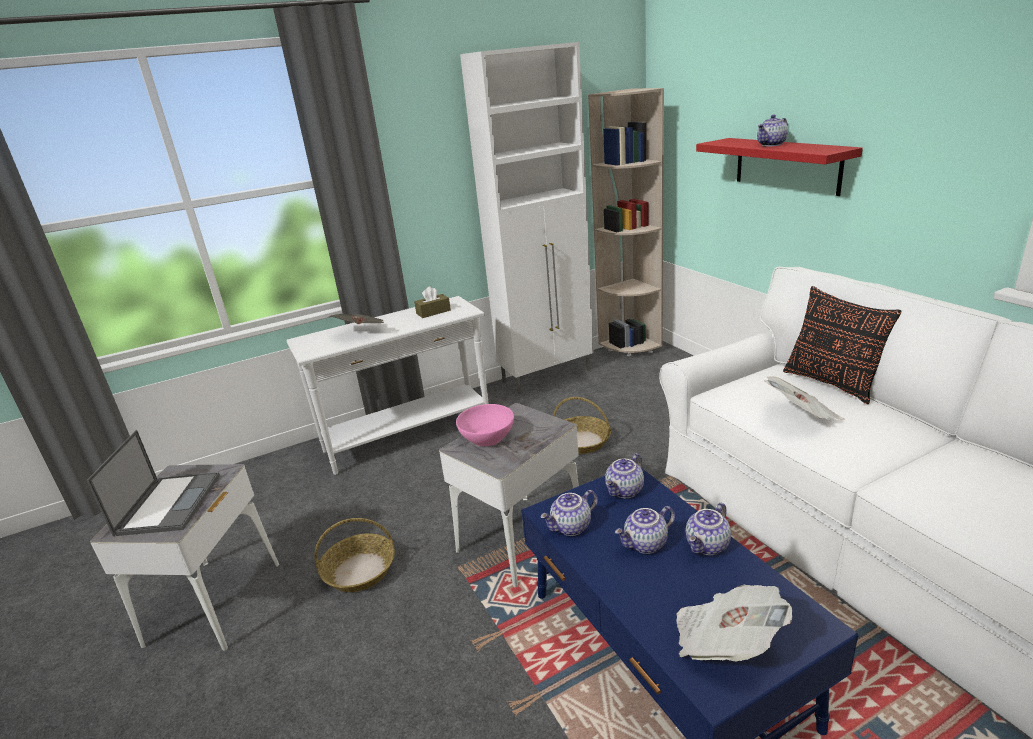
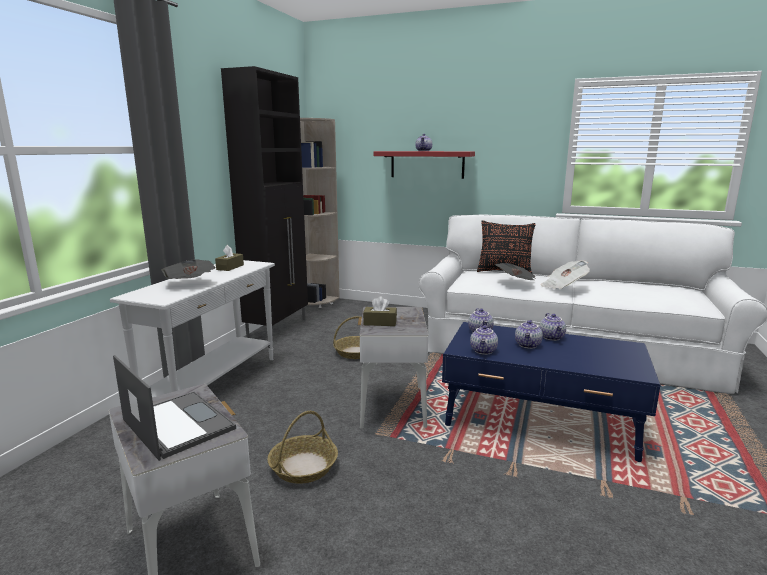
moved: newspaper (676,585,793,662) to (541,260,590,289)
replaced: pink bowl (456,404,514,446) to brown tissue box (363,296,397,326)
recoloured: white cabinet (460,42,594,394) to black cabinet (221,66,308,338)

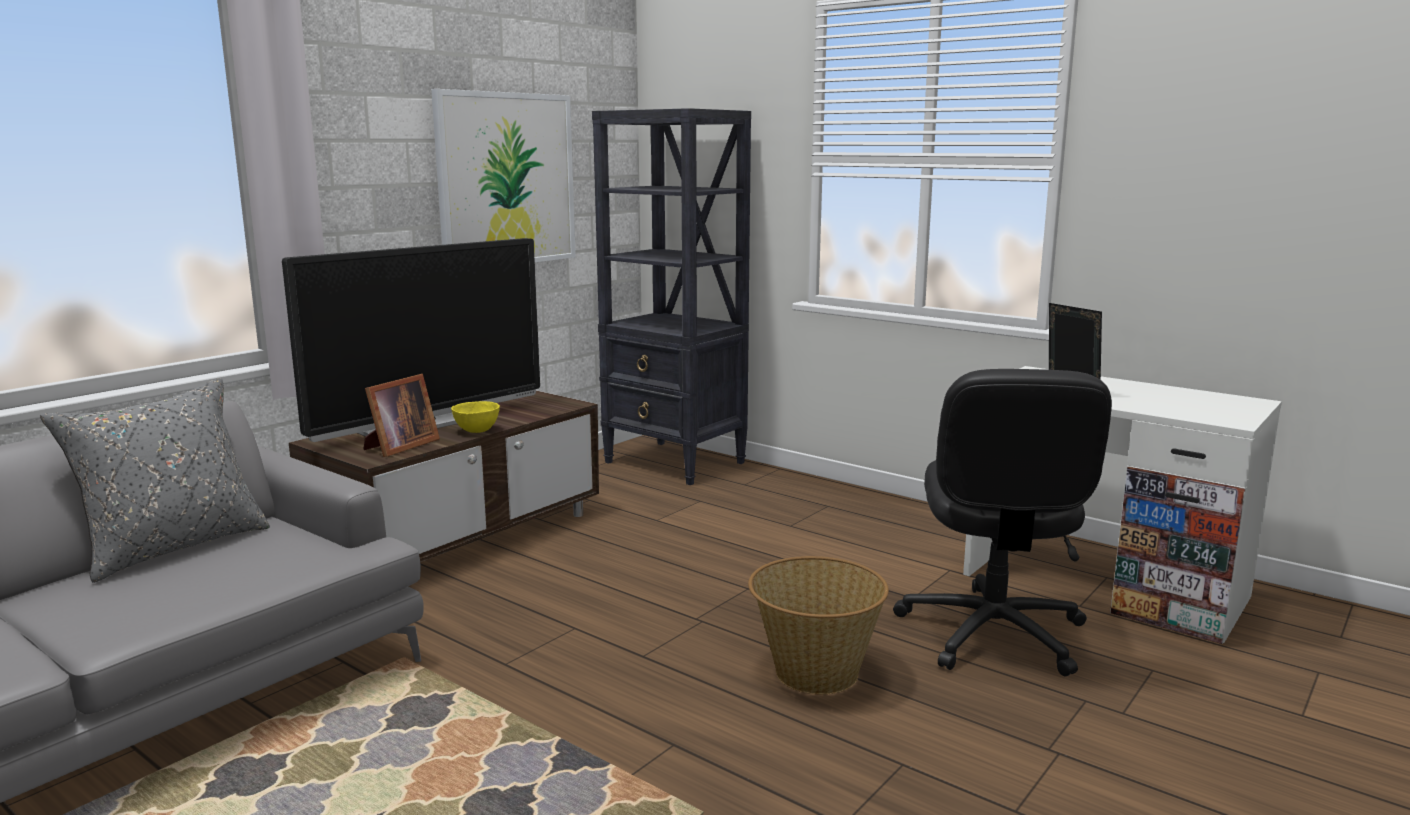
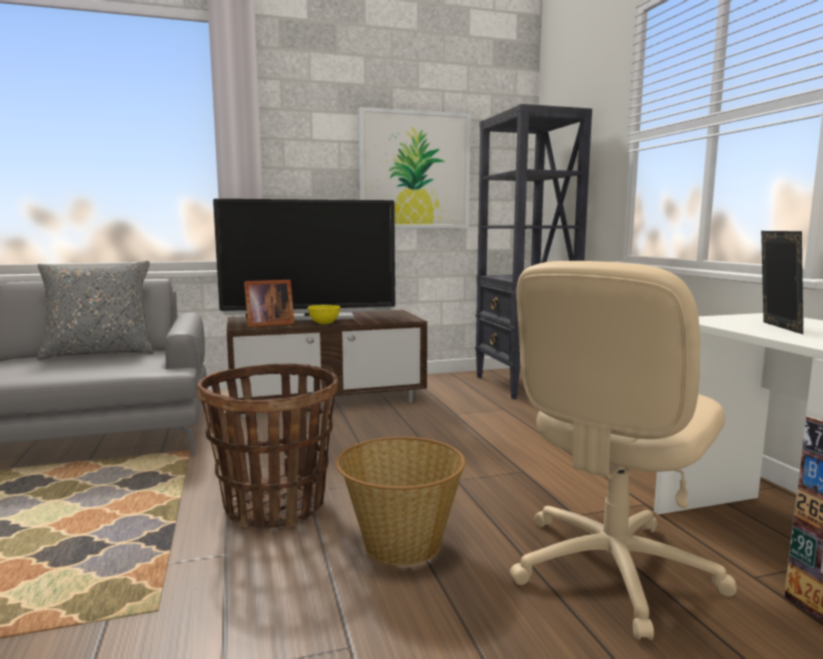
added: basket (197,364,338,529)
recoloured: black office chair (893,369,1112,676) to beige office chair (510,261,737,640)

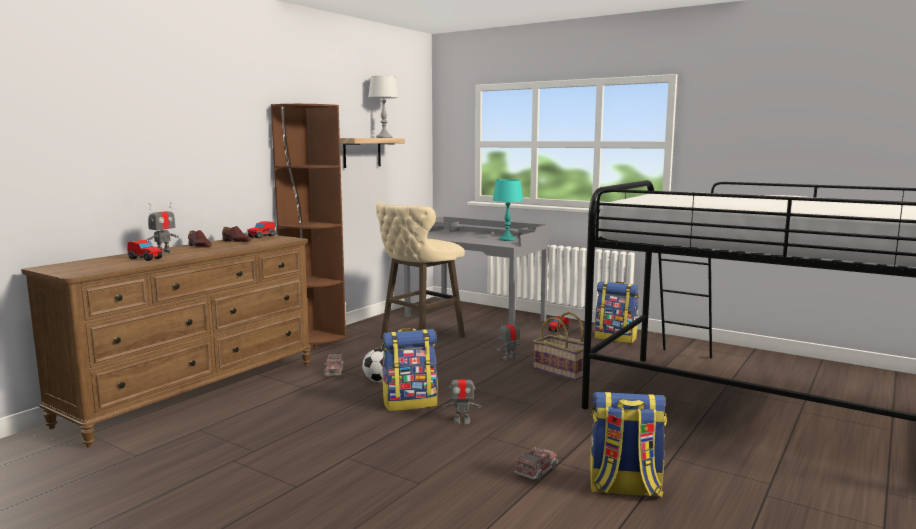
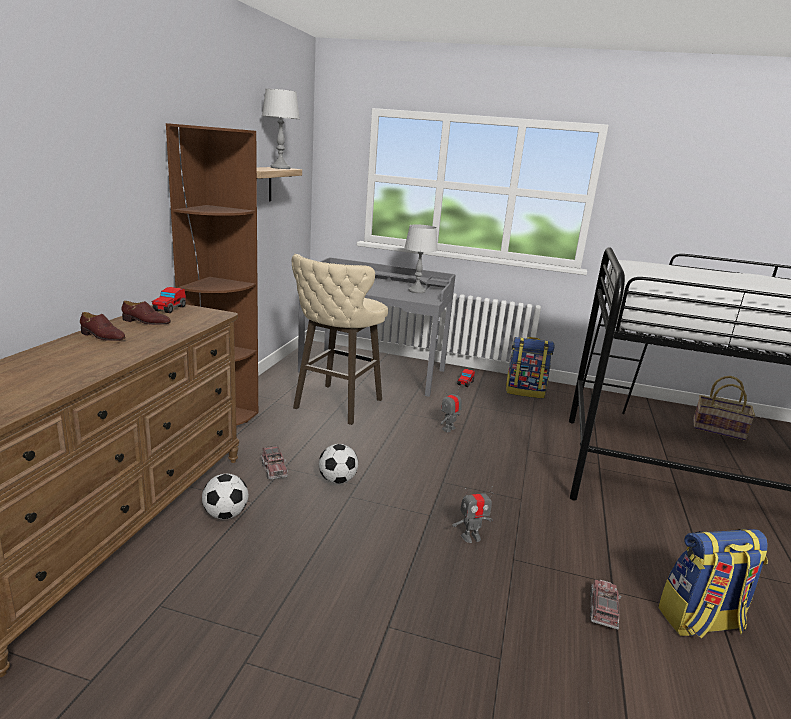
removed: toy car (127,240,162,261); toy robot (146,203,179,254); backpack (381,328,438,411)
added: football (202,474,248,519)
moved: basket (534,312,592,381) to (693,376,755,441)
recoloured: turquoise table lamp (493,179,523,241) to grey table lamp (404,224,438,293)

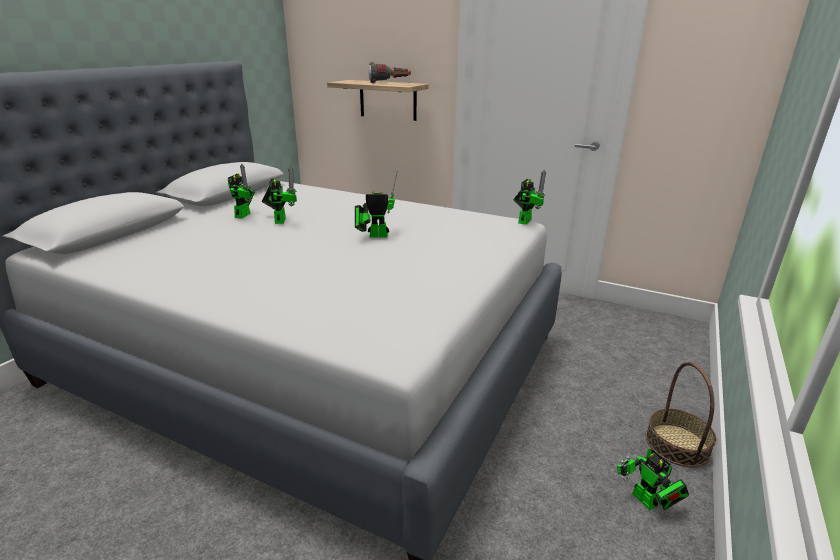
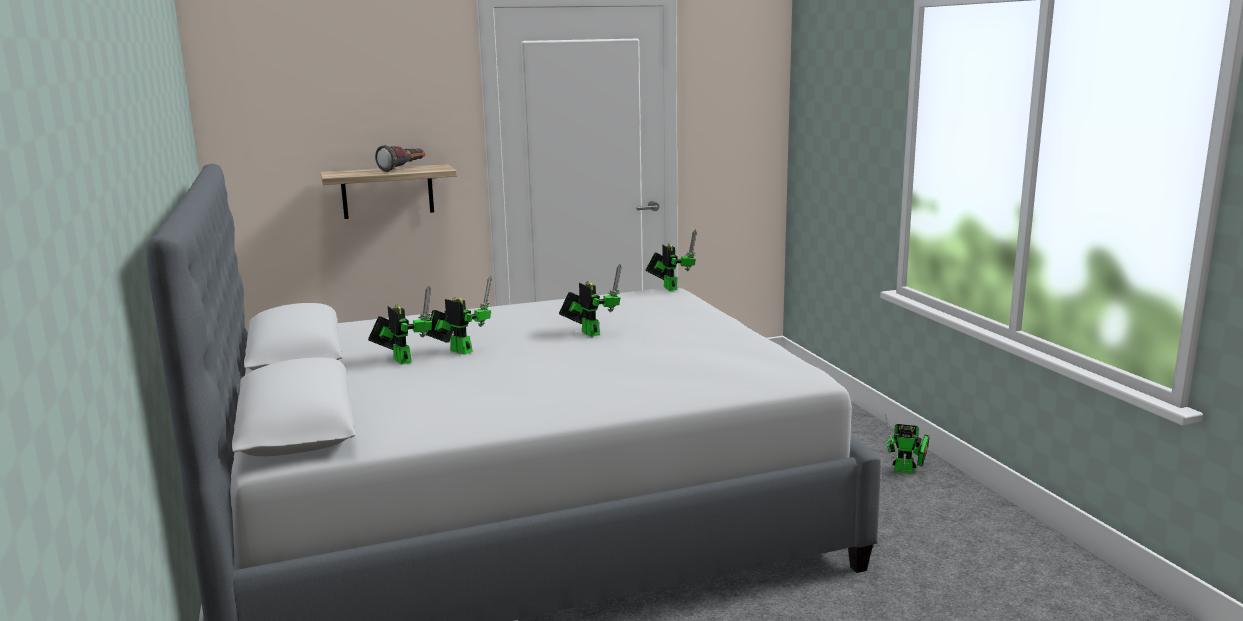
removed: basket (646,362,716,467)
turned: toy robot (355,169,398,238) = (559,264,622,337) 105 degrees clockwise

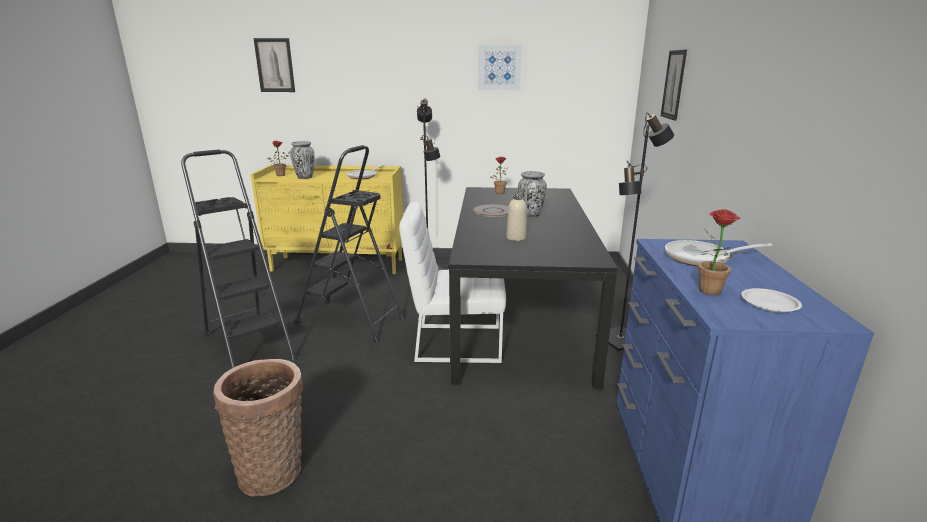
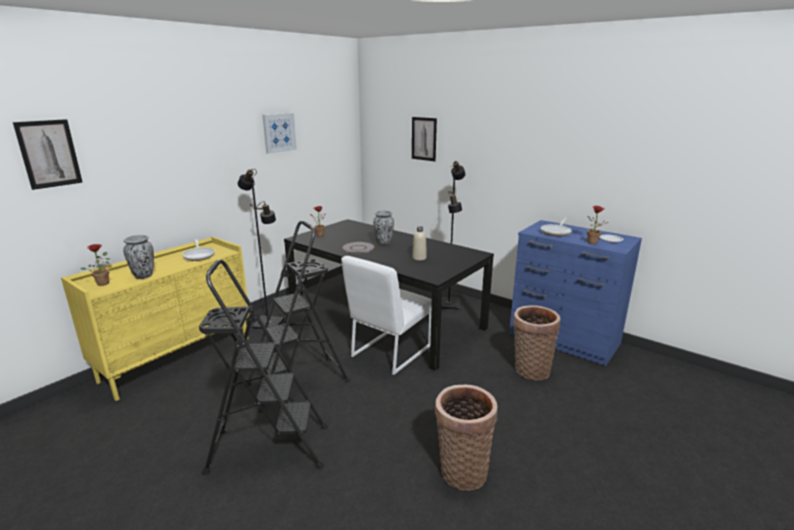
added: basket (513,305,560,380)

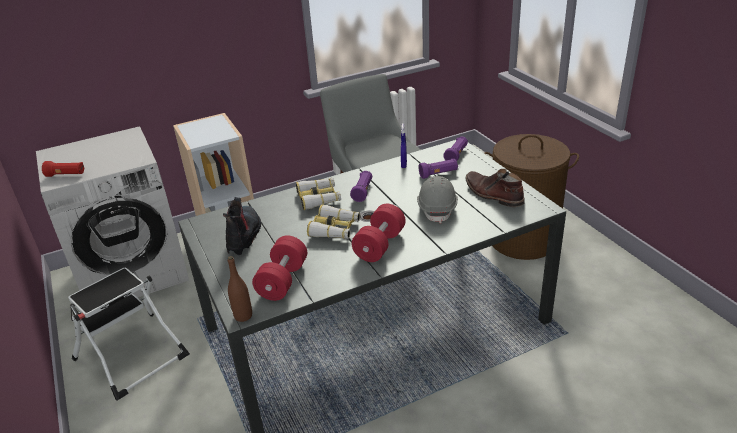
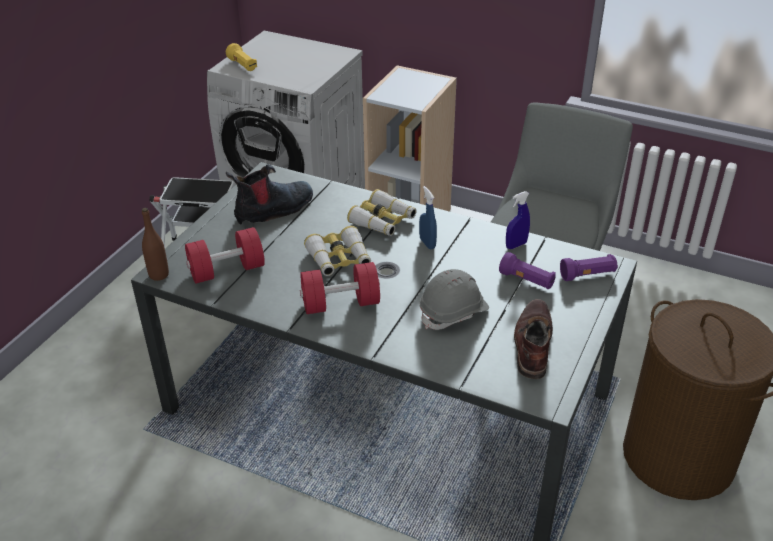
replaced: purple flashlight (350,171,372,202) to blue spray bottle (419,186,437,249)
recoloured: red flashlight (42,161,84,177) to yellow flashlight (226,43,257,71)

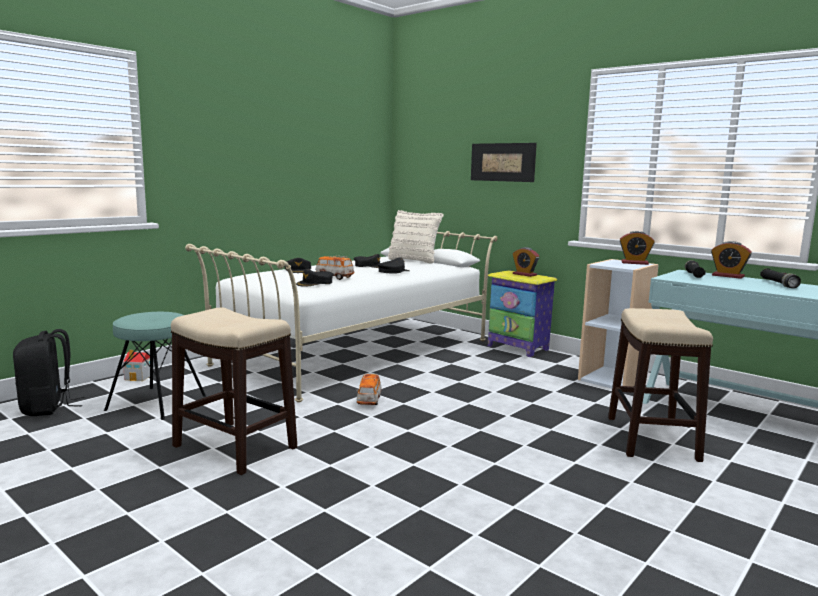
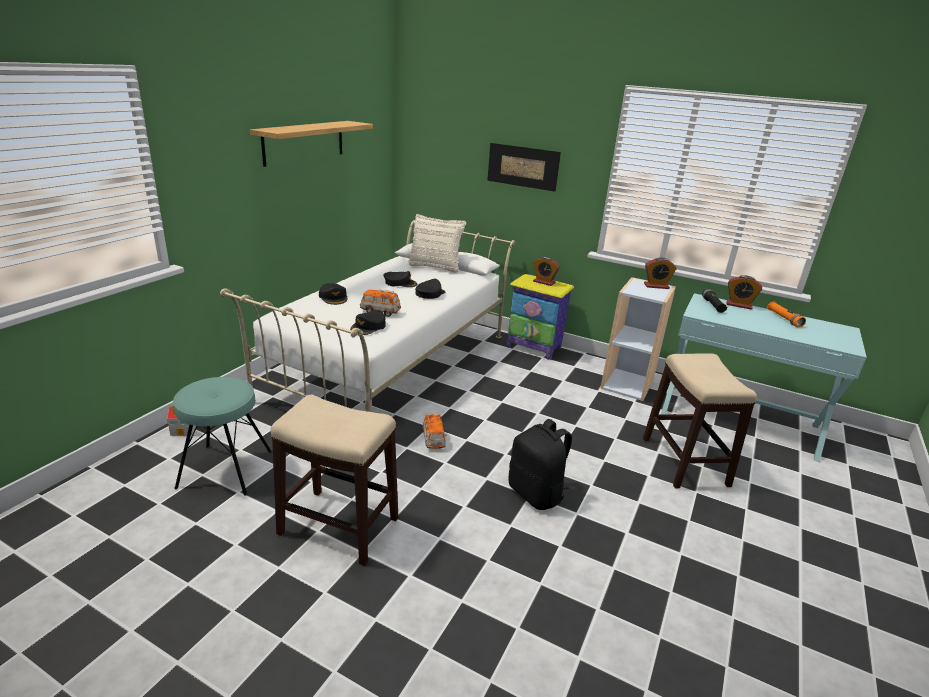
added: shelf (250,121,373,167)
moved: black backpack (13,329,85,416) to (509,419,572,510)
recoloured: black flashlight (760,268,801,288) to orange flashlight (767,301,806,328)

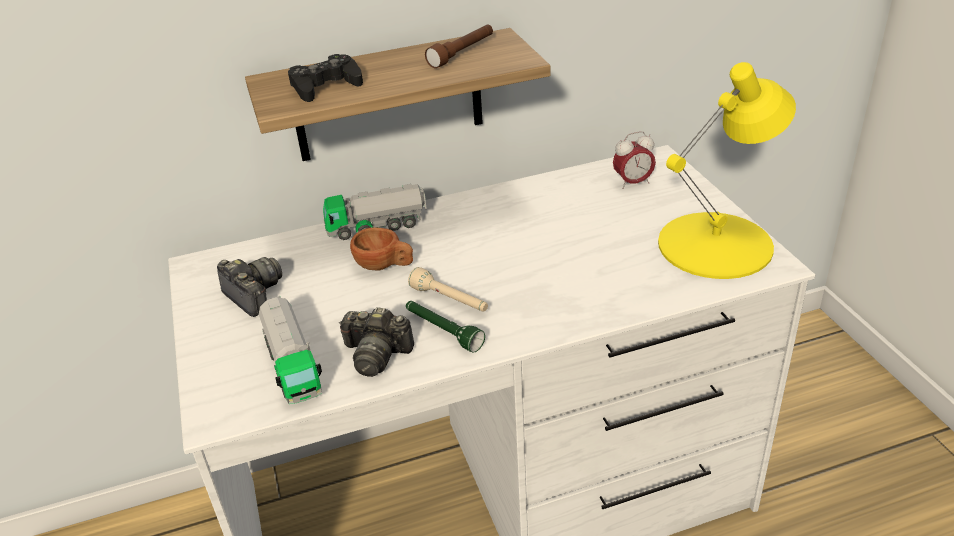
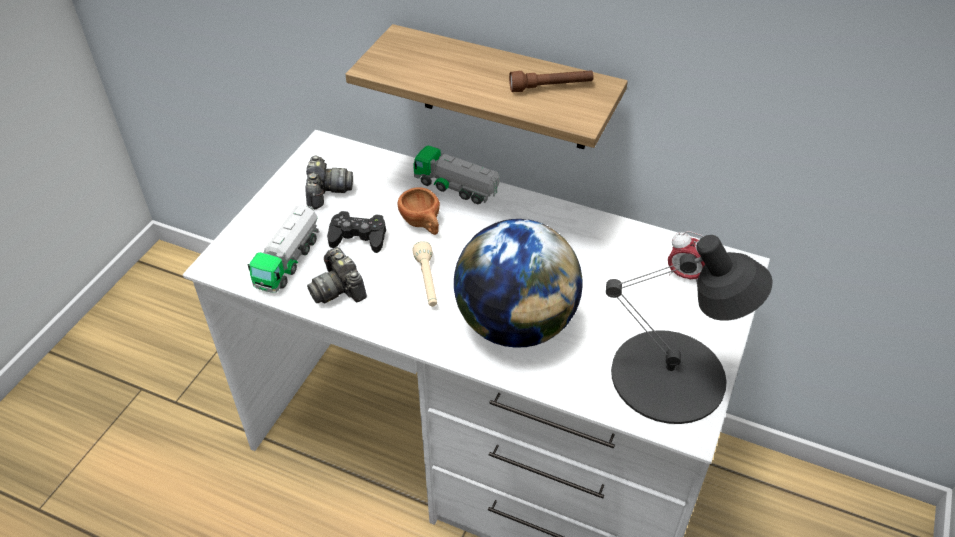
removed: green flashlight (406,301,485,352)
added: globe (454,219,582,348)
moved: black game controller (288,54,363,102) to (327,211,386,253)
recoloured: yellow table lamp (658,62,796,279) to black table lamp (606,235,772,424)

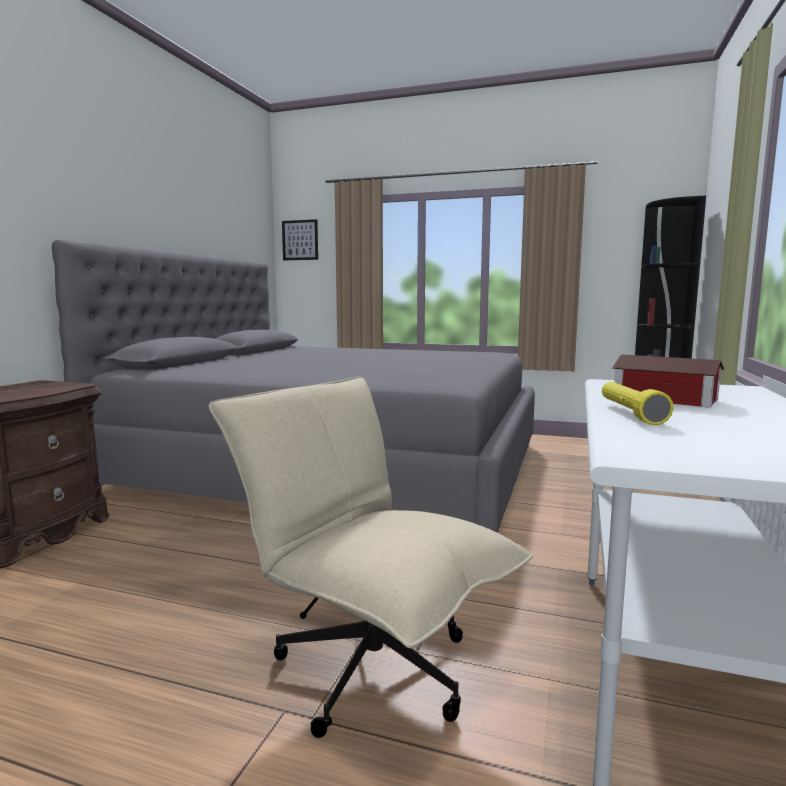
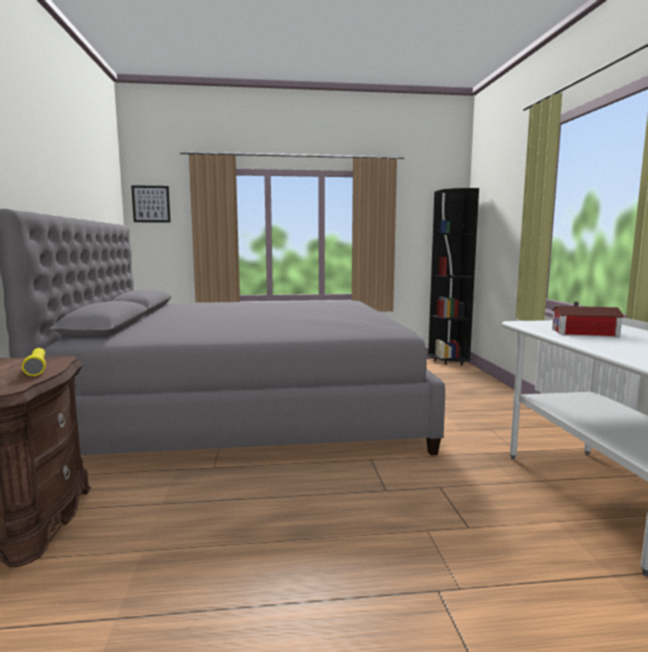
removed: beige office chair (209,376,533,738)
moved: yellow flashlight (602,382,674,425) to (22,348,46,376)

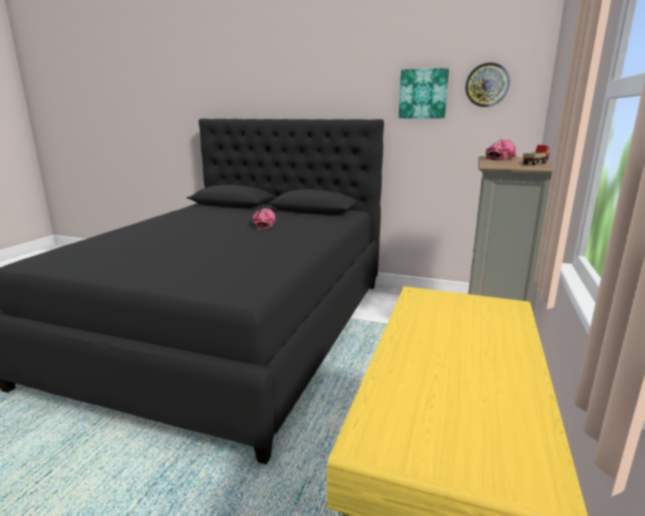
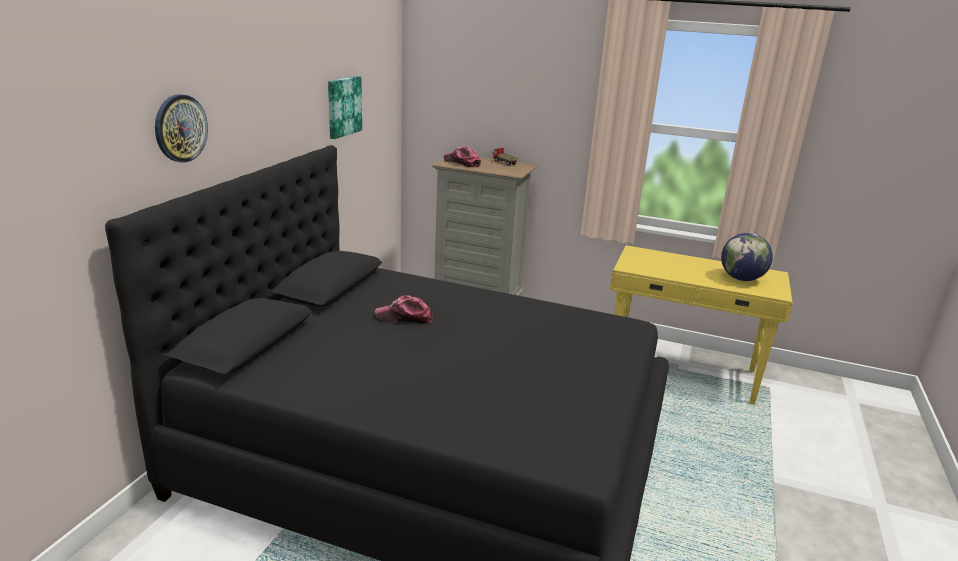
added: globe (721,233,773,281)
moved: wall clock (465,62,510,107) to (155,94,208,162)

